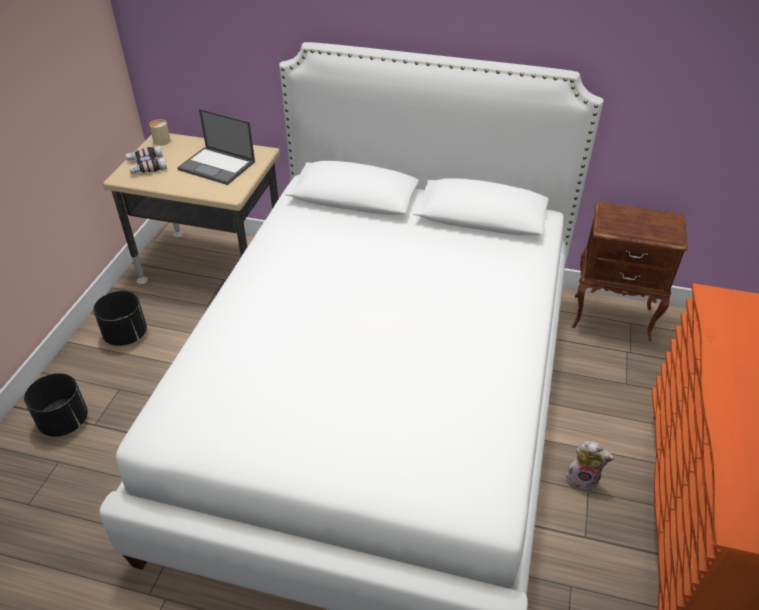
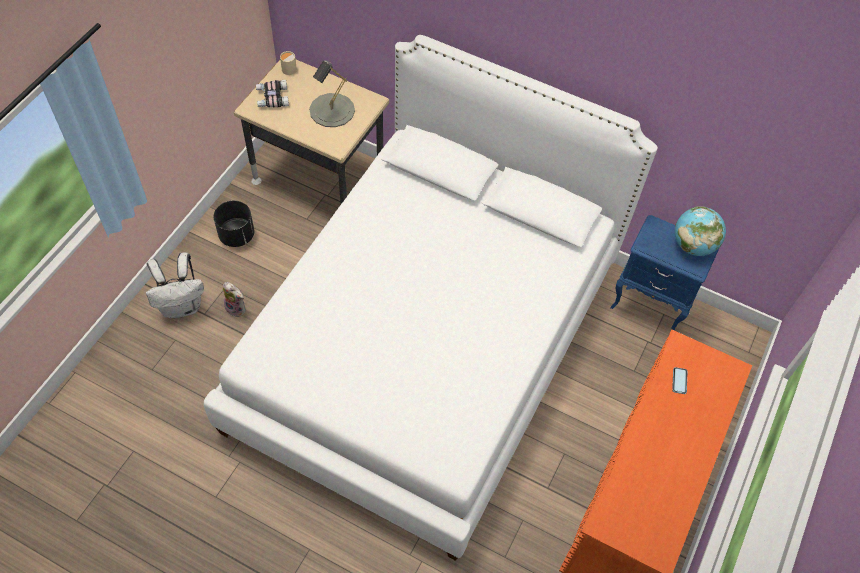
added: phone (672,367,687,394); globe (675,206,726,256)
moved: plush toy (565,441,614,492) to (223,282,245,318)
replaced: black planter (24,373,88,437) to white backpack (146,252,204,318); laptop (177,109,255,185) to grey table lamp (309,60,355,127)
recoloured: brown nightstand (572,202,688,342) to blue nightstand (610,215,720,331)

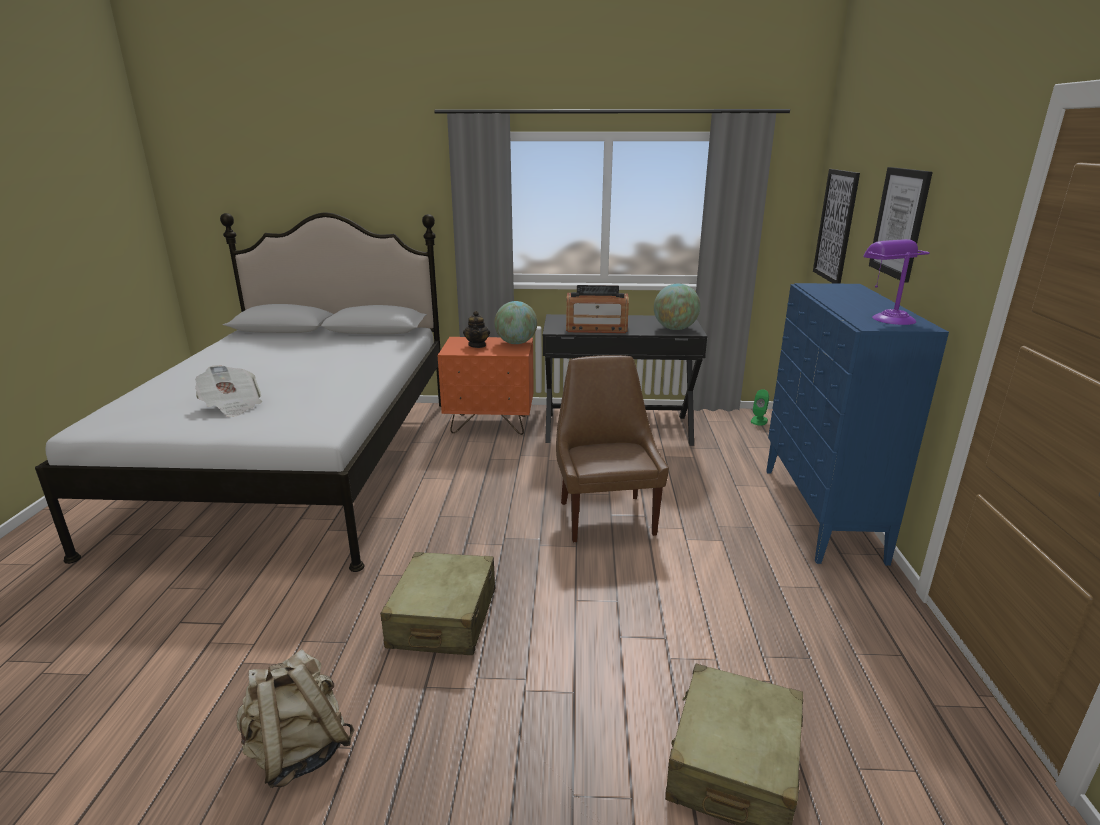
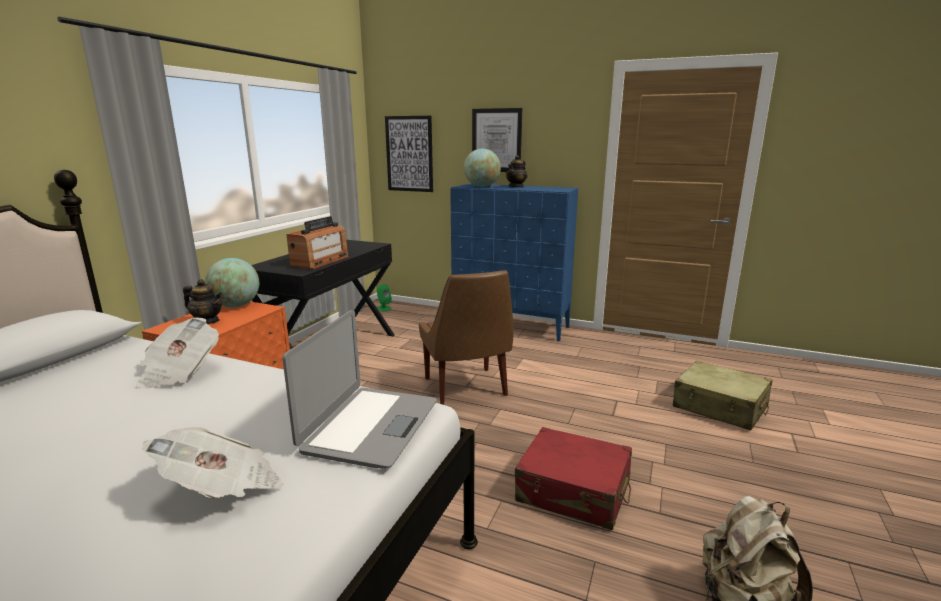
removed: purple table lamp (863,239,930,325)
added: newspaper (136,317,219,389); laptop (283,310,437,468); teapot (506,155,527,188)
moved: globe (654,284,701,330) to (464,149,501,187)
recoloured: beige suitcase (380,552,495,655) to red suitcase (515,427,632,530)
turned: brown chair (556,355,669,542) = (419,270,513,405) 120 degrees counterclockwise

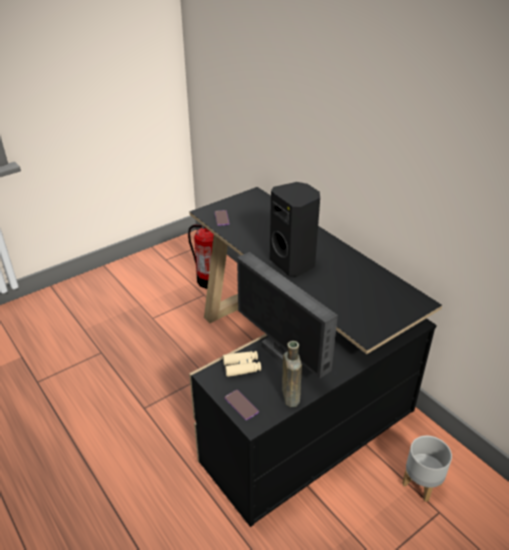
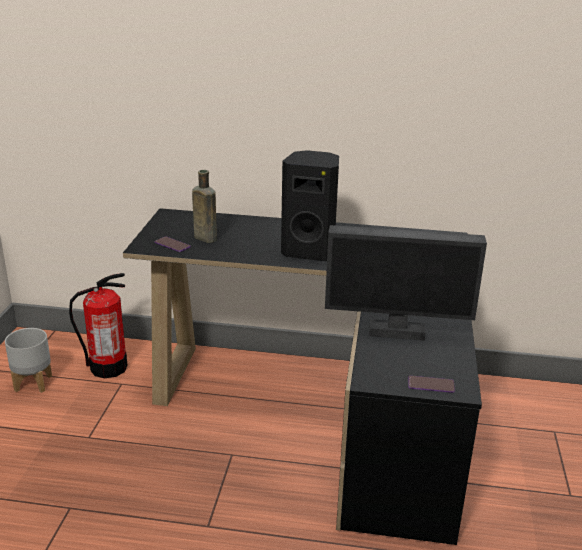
removed: beige binoculars (223,351,261,377)
moved: brown bottle (282,341,302,407) to (192,170,217,243); grey planter (402,436,452,502) to (5,328,52,393)

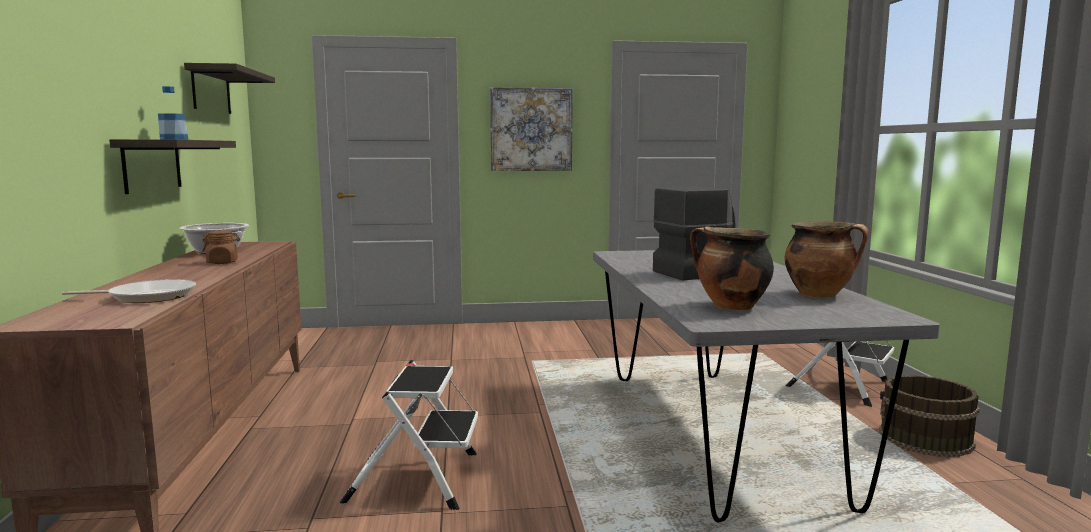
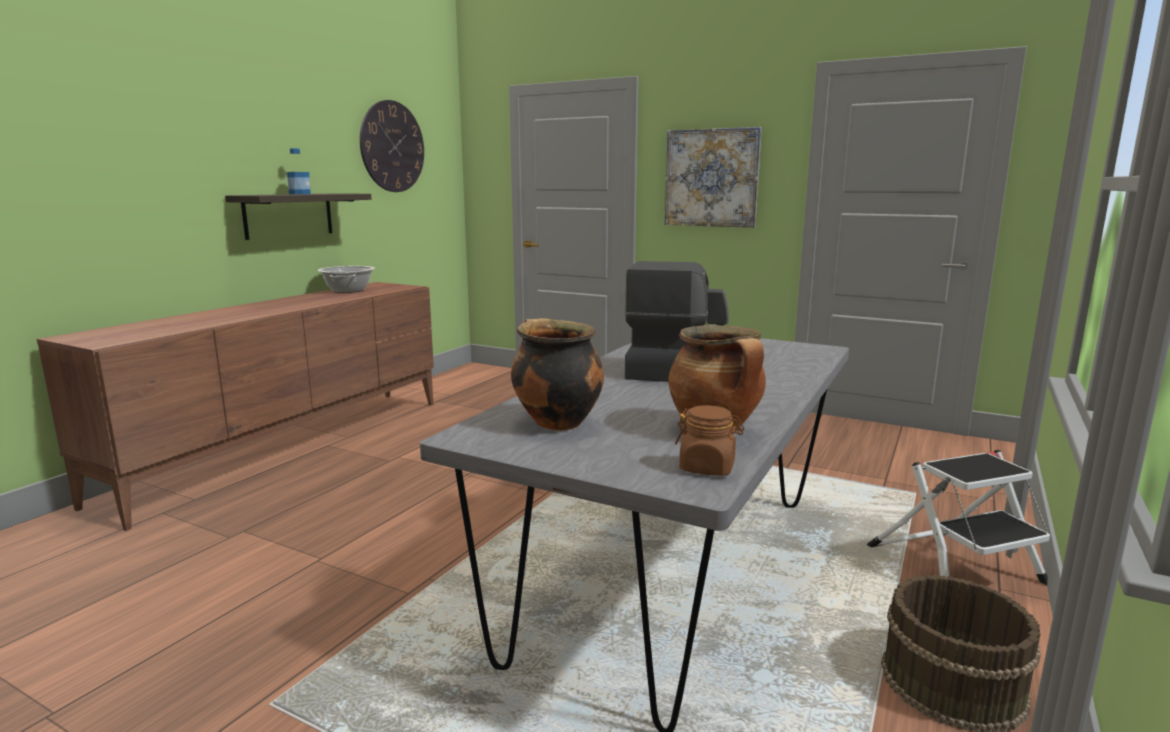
removed: frying pan (62,279,196,303); step ladder (340,360,478,510)
moved: brown jar (202,231,240,264) to (675,405,744,476)
replaced: shelf (184,63,275,114) to wall clock (360,100,424,192)

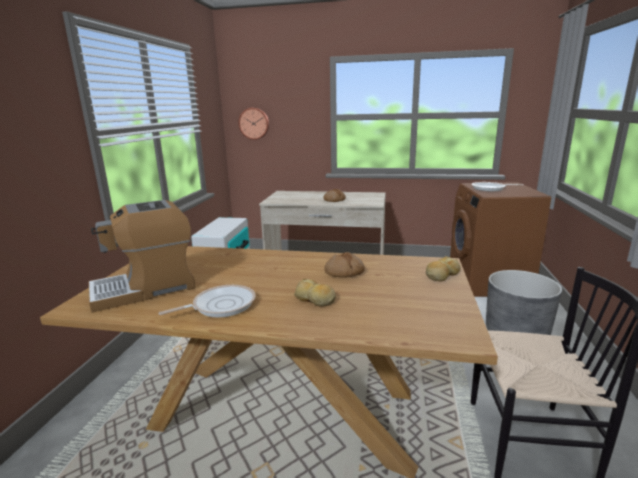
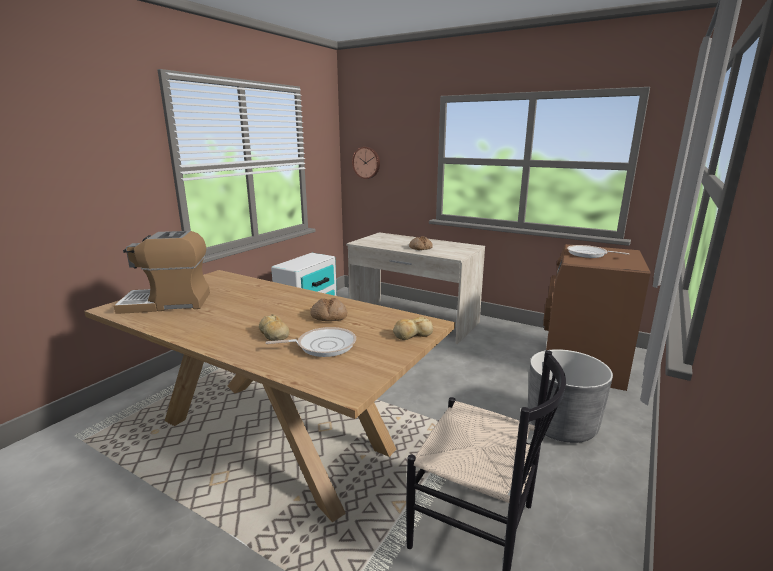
moved: frying pan (158,285,256,317) to (266,327,356,357)

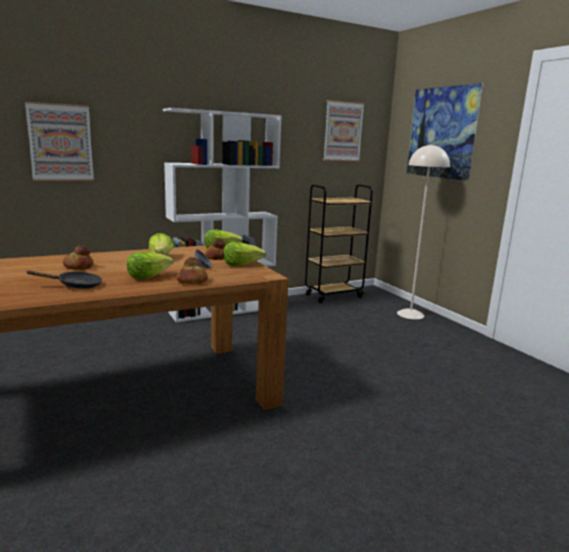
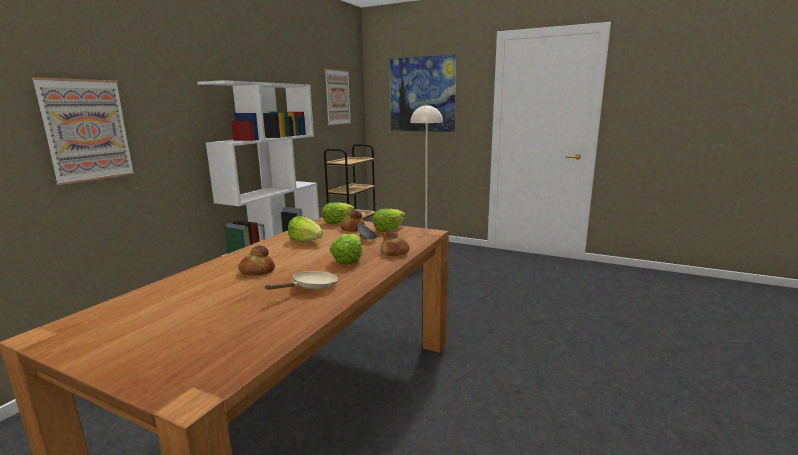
recoloured: black frying pan (27,270,102,289) to beige frying pan (264,271,339,290)

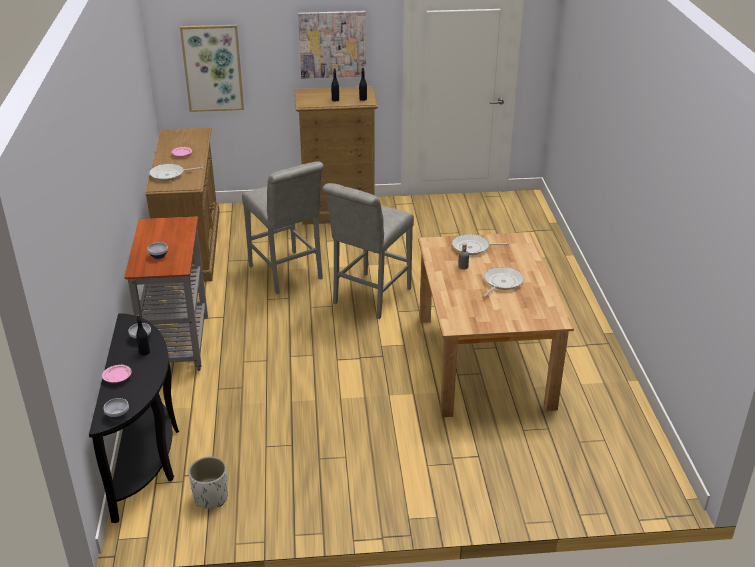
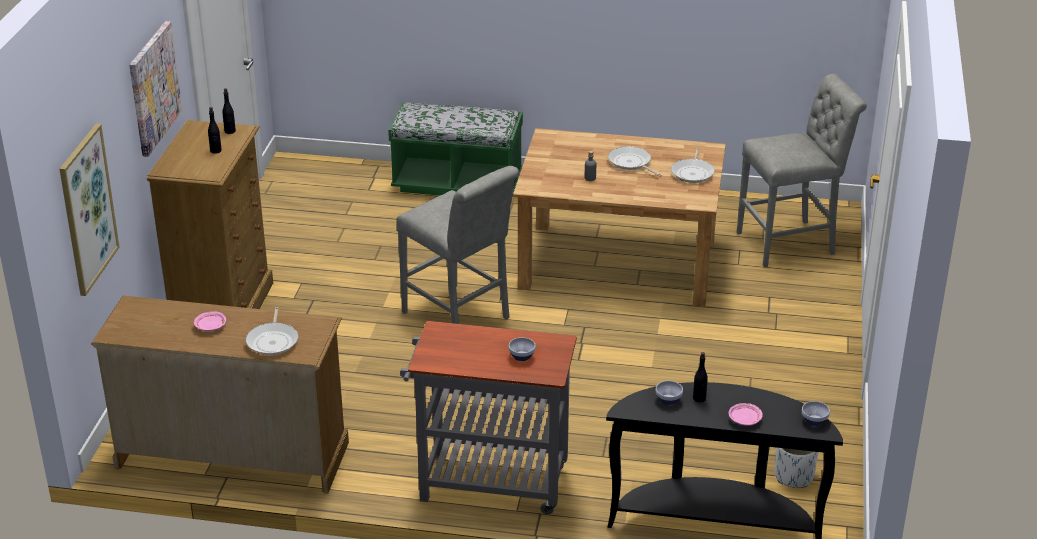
added: green bench (388,102,523,197)
moved: grey stool (242,161,324,294) to (737,74,867,267); frying pan (452,234,509,255) to (671,148,715,183)

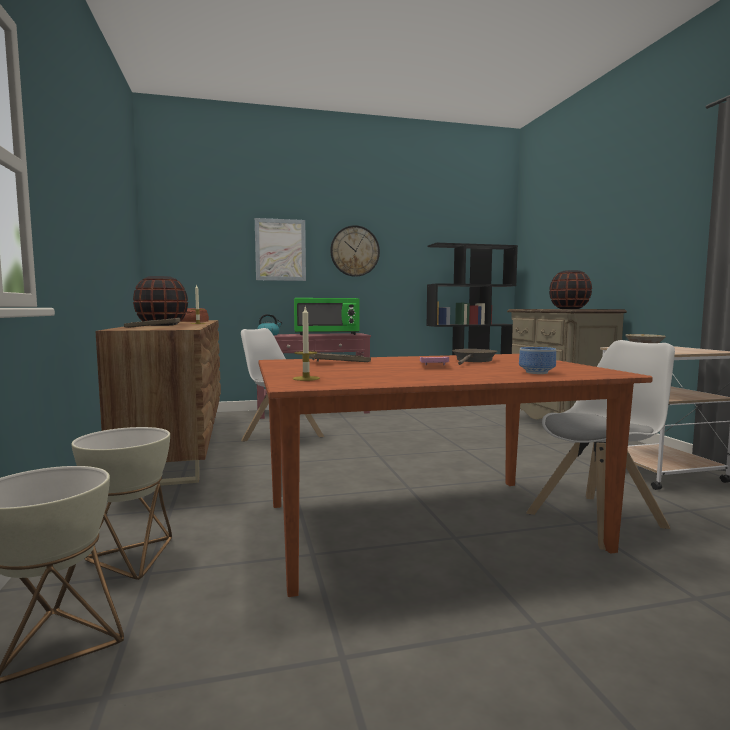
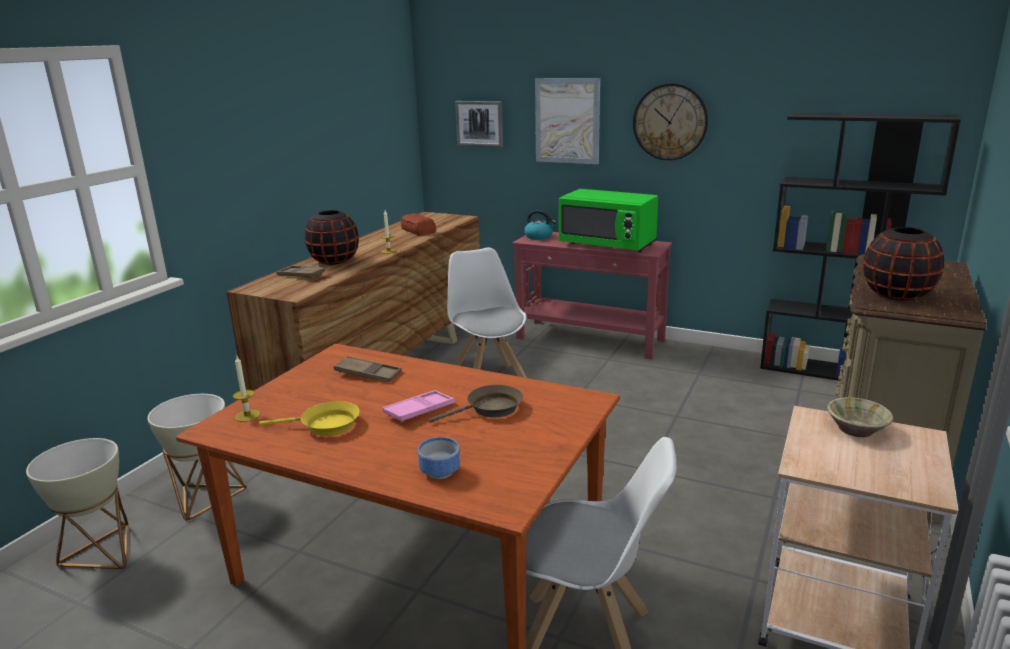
added: yellow frying pan (259,401,359,436); picture (455,101,503,147)

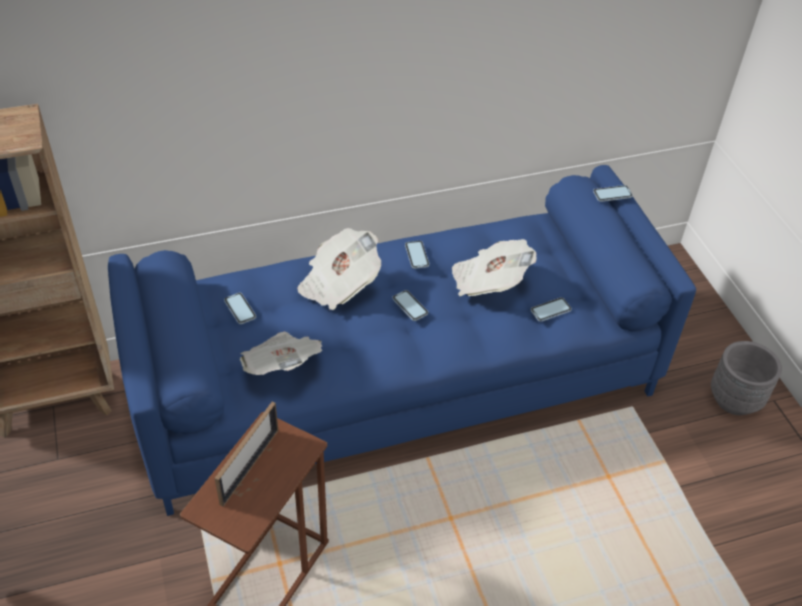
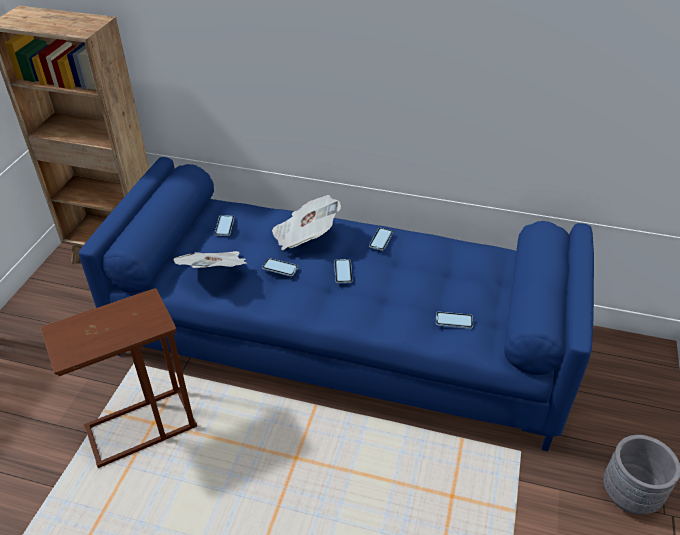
removed: picture frame (214,401,278,507); newspaper (452,239,537,296)
moved: phone (593,185,633,202) to (262,258,298,277)

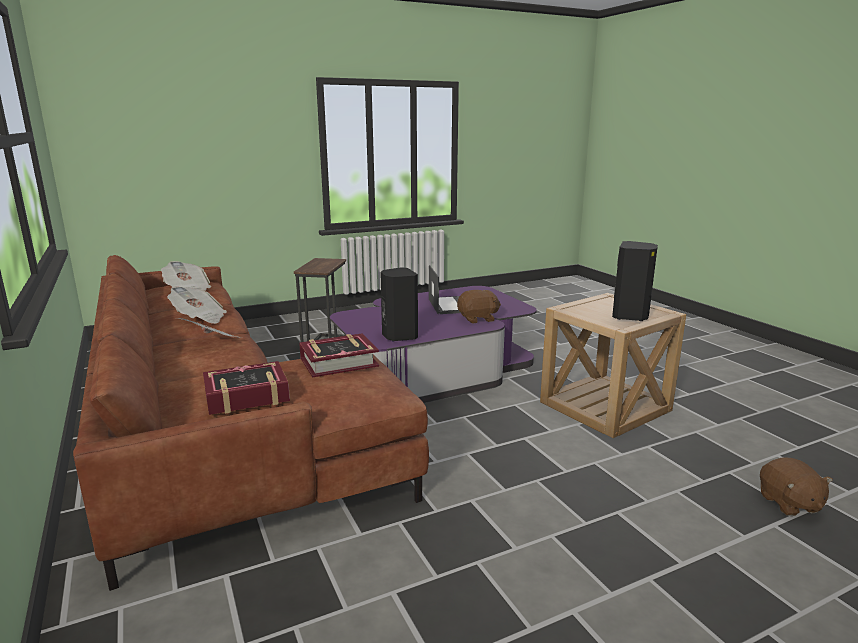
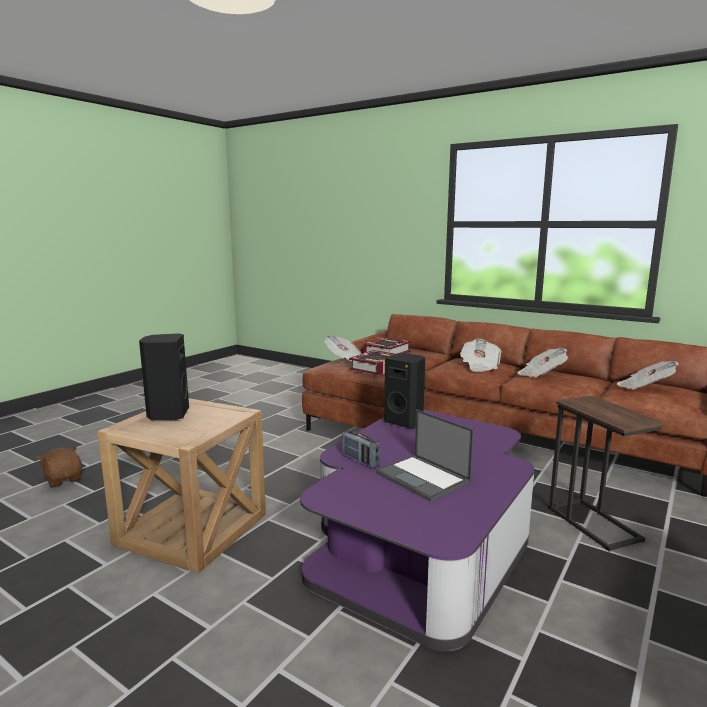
added: newspaper (324,335,361,362)
replaced: brown plush toy (457,289,501,323) to radio (342,430,380,468)

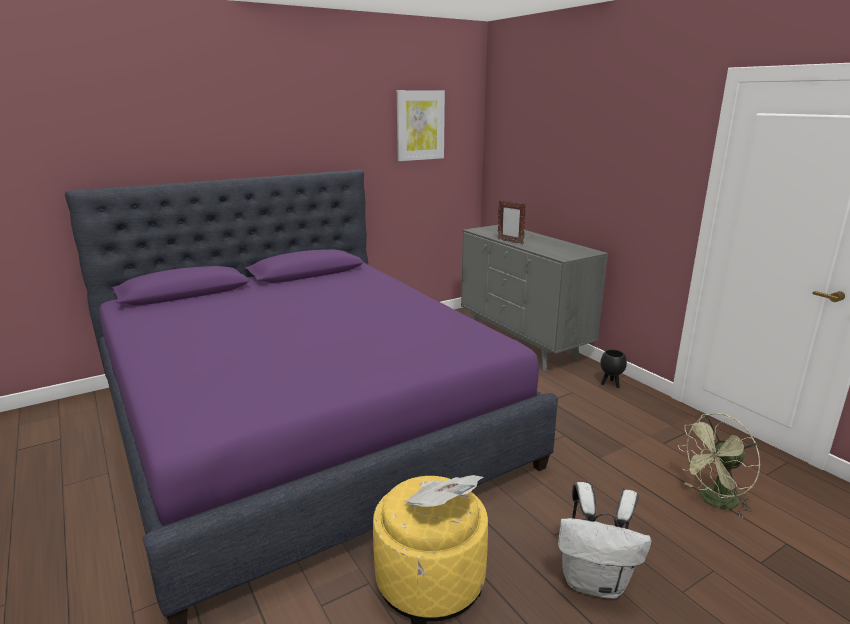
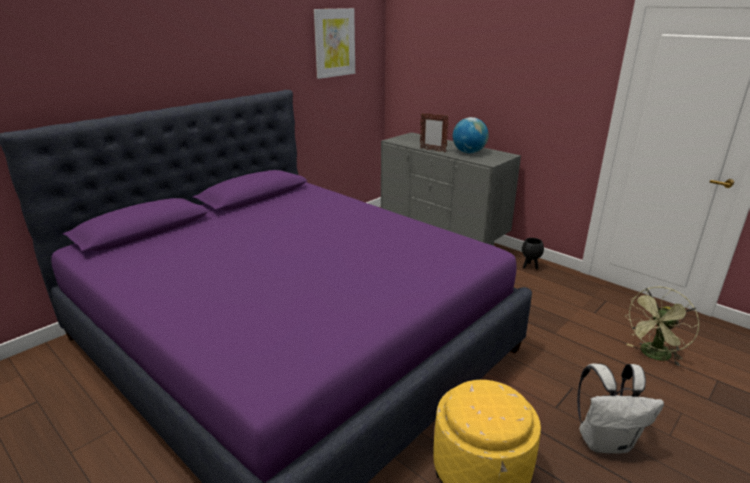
removed: newspaper (404,475,484,507)
added: globe (453,117,489,153)

